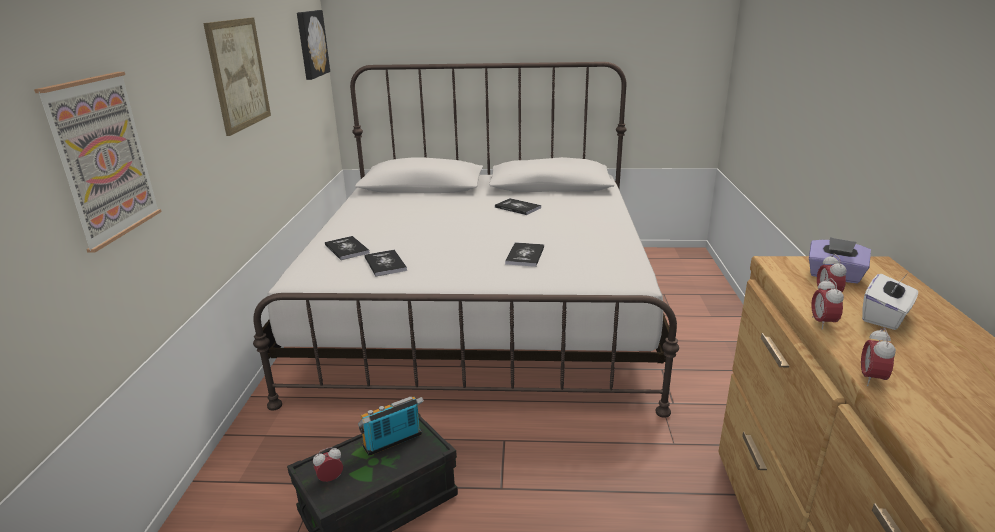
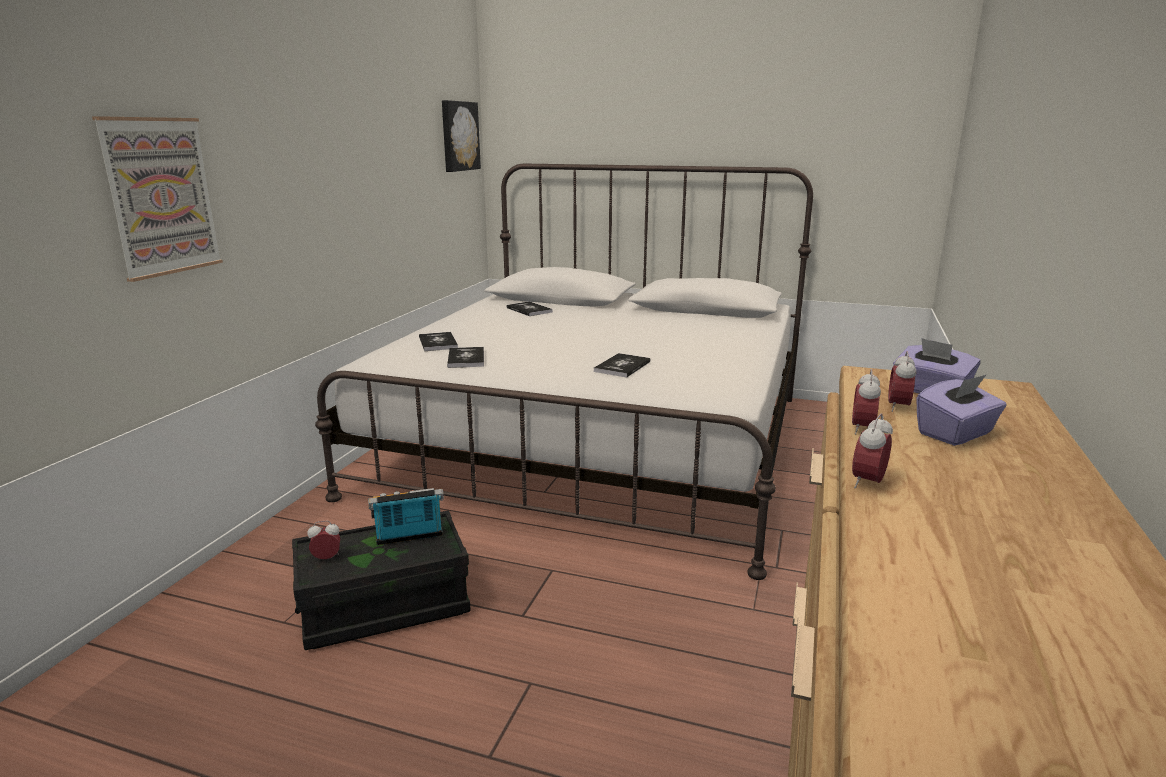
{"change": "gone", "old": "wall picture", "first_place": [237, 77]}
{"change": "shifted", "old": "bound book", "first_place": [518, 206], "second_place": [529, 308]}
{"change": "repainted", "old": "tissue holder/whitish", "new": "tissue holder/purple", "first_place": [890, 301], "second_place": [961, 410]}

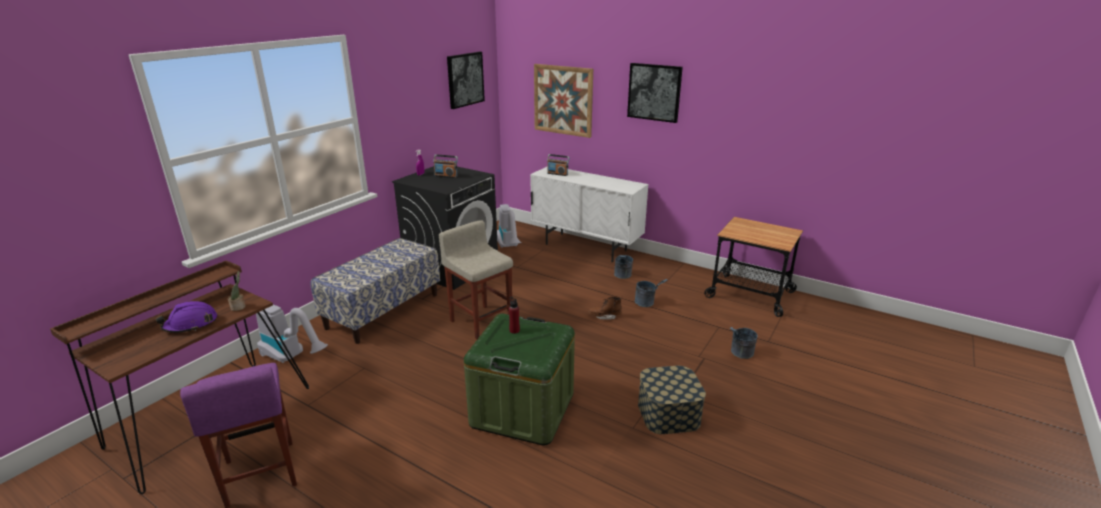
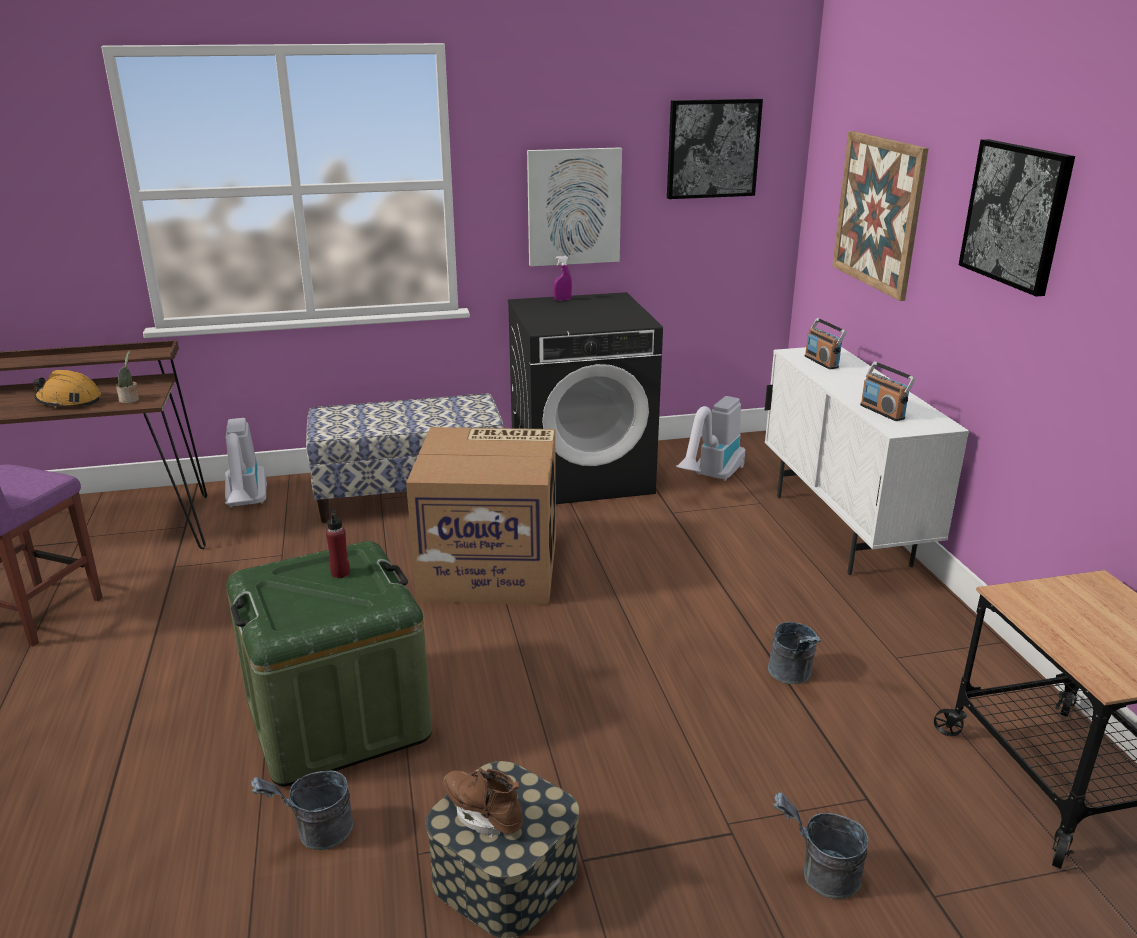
{"change": "new", "new": "wall picture", "second_place": [574, 206]}
{"change": "shifted", "old": "radio receiver", "first_place": [445, 166], "second_place": [888, 391]}
{"change": "shifted", "old": "high-top boot/brown", "first_place": [605, 307], "second_place": [483, 802]}
{"change": "shifted", "old": "pail/greyish", "first_place": [623, 267], "second_place": [302, 810]}
{"change": "swapped", "old": "stool seat/sand-coloured", "new": "cardboard box", "first_place": [476, 279], "second_place": [481, 516]}
{"change": "repainted", "old": "work helmet/purple", "new": "work helmet/orangey", "first_place": [186, 317], "second_place": [67, 389]}

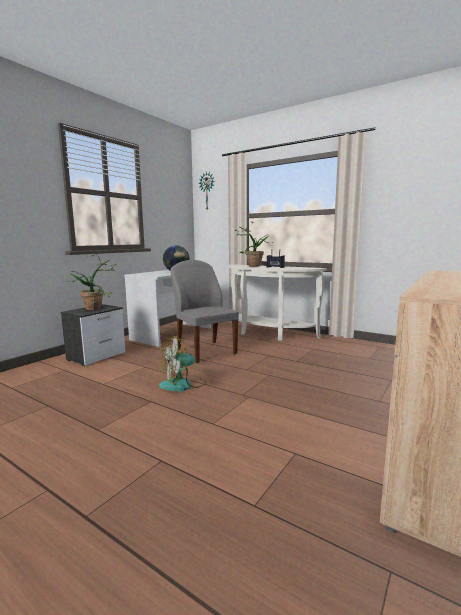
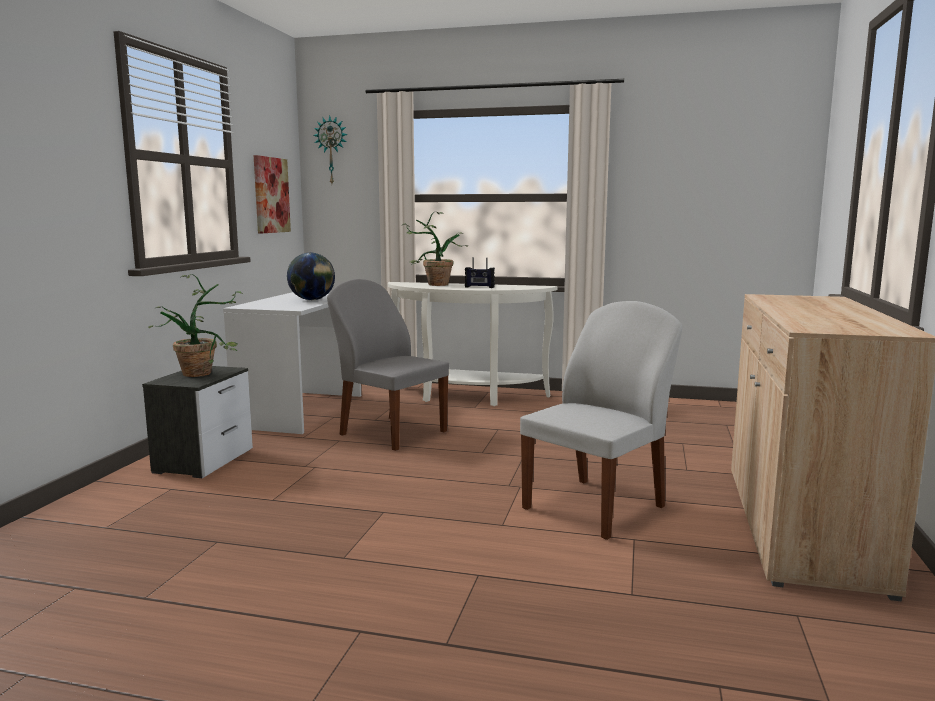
{"change": "gone", "old": "electric fan", "first_place": [182, 363]}
{"change": "new", "new": "wall picture", "second_place": [272, 194]}
{"change": "new", "new": "plain chair/whitish", "second_place": [601, 420]}

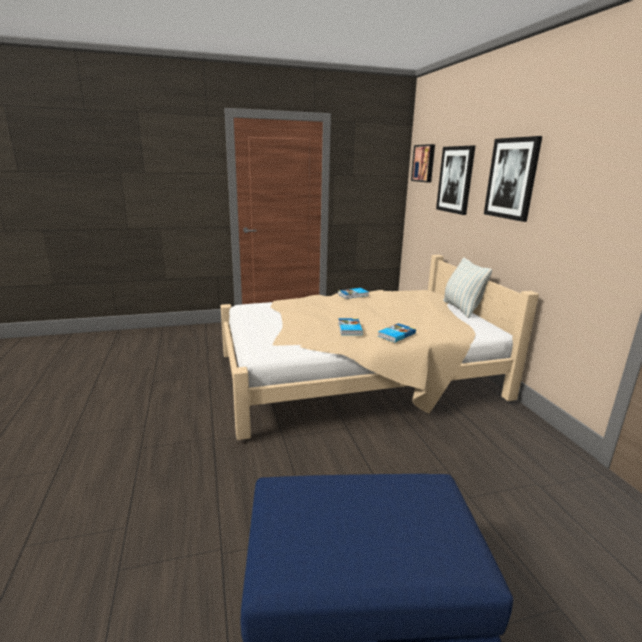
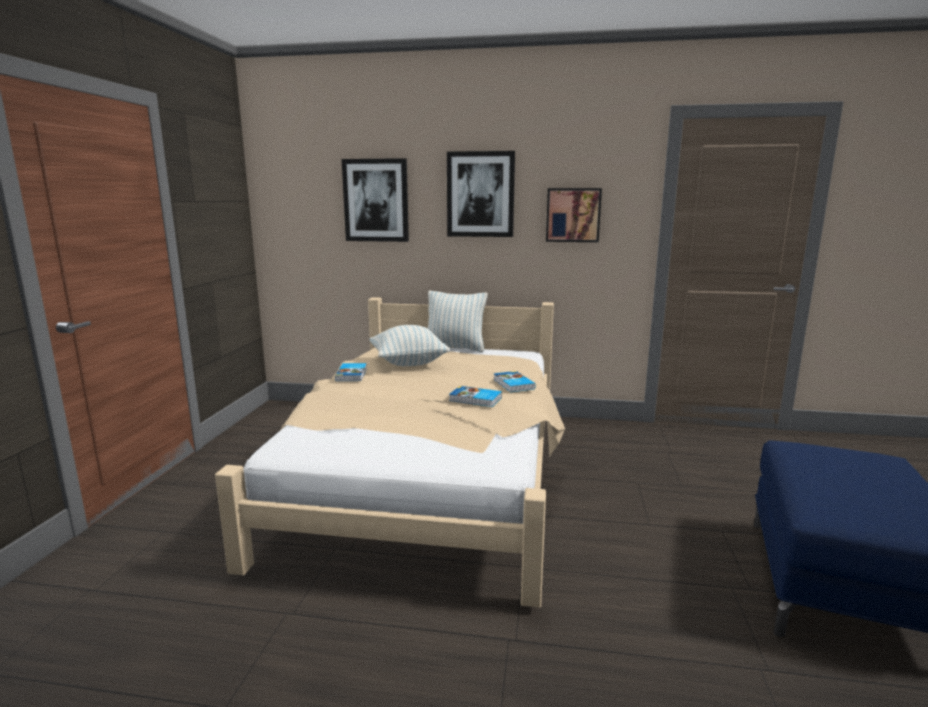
{"change": "new", "new": "pillow", "second_place": [410, 345]}
{"change": "shifted", "old": "wall picture", "first_place": [423, 163], "second_place": [574, 215]}

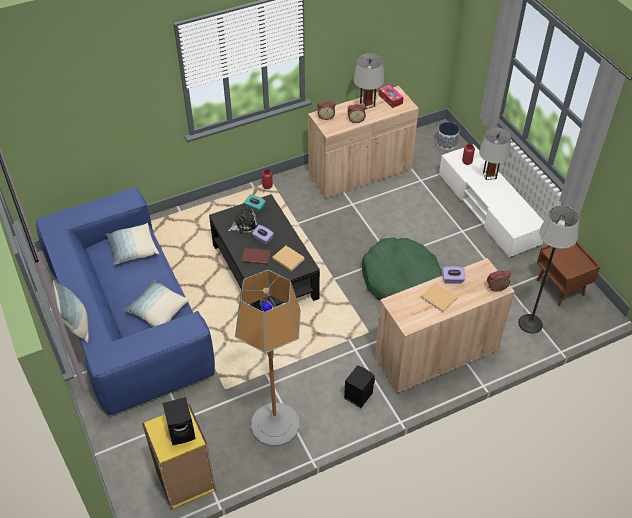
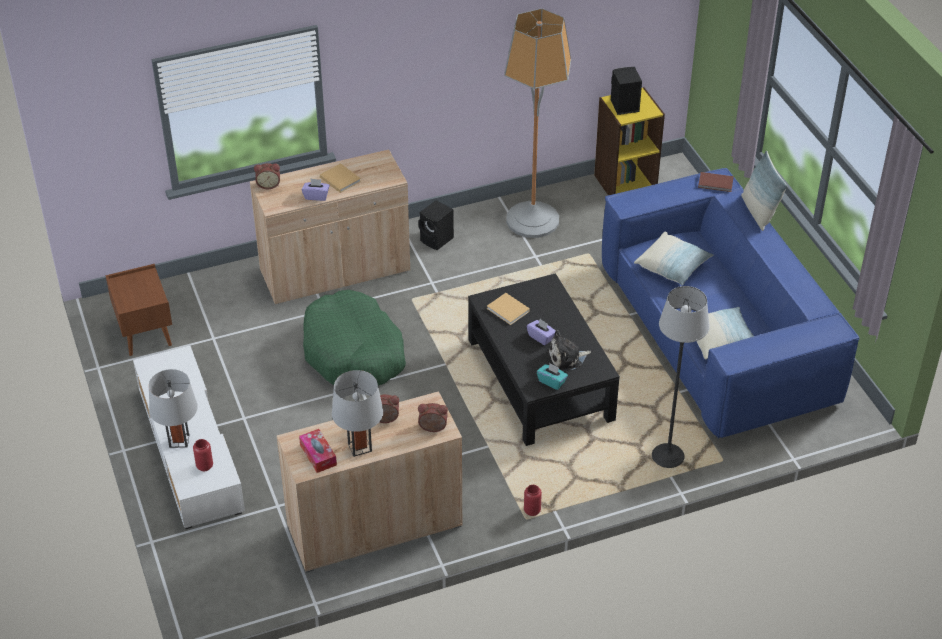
{"change": "gone", "old": "plant pot", "first_place": [448, 136]}
{"change": "shifted", "old": "bound book/brown", "first_place": [256, 256], "second_place": [716, 182]}
{"change": "shifted", "old": "floor lamp", "first_place": [548, 270], "second_place": [680, 377]}

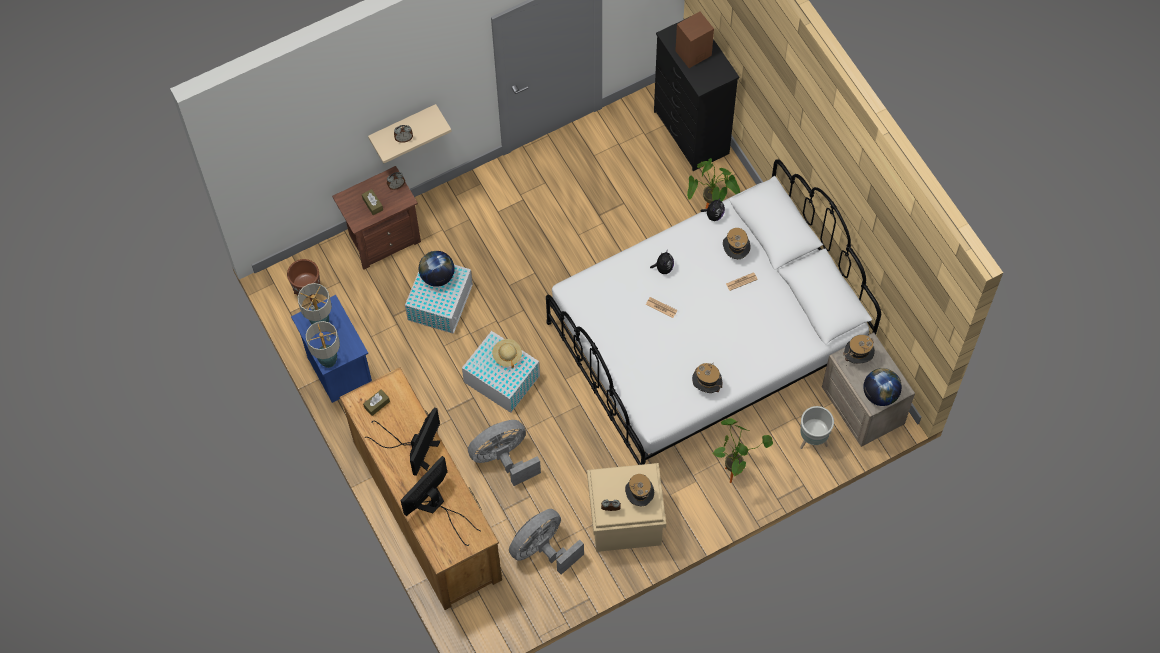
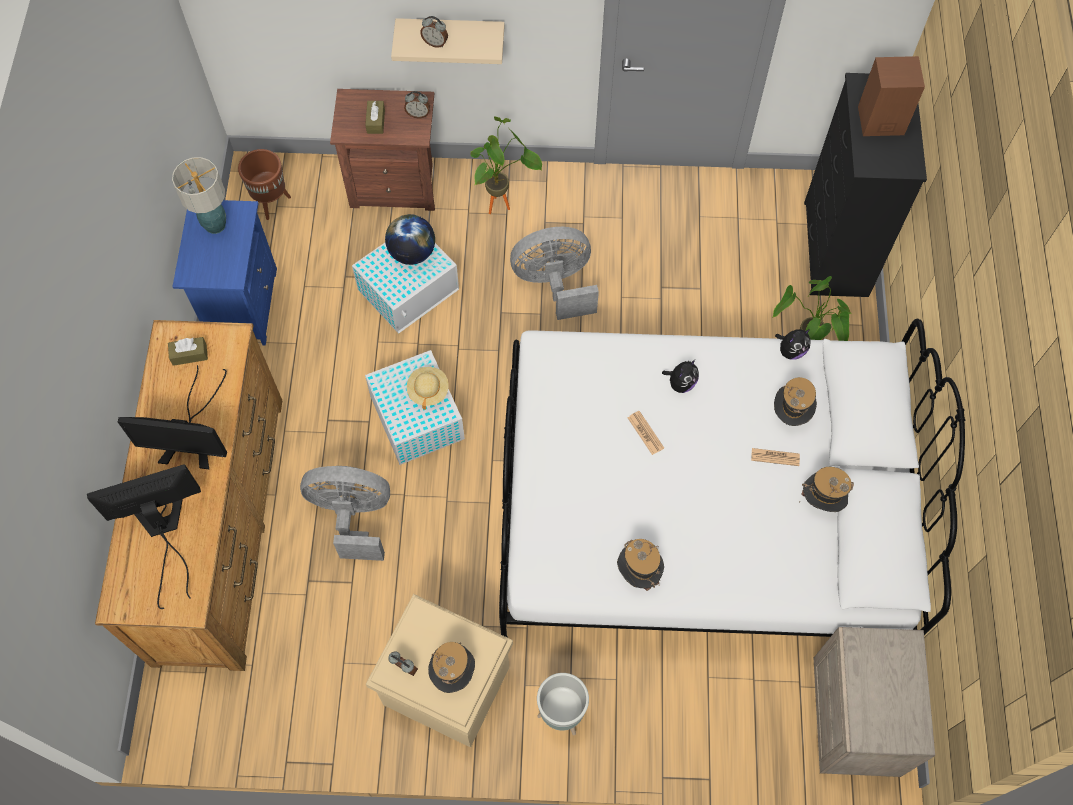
{"change": "gone", "old": "lamp for a table", "first_place": [323, 344]}
{"change": "gone", "old": "desk globe", "first_place": [882, 387]}
{"change": "shifted", "old": "electric fan/greyish", "first_place": [546, 542], "second_place": [554, 273]}
{"change": "shifted", "old": "plant in a pot", "first_place": [743, 450], "second_place": [506, 165]}
{"change": "shifted", "old": "plant pot/greyish", "first_place": [817, 427], "second_place": [563, 704]}
{"change": "shifted", "old": "clothing hat", "first_place": [859, 349], "second_place": [826, 489]}
{"change": "rotated", "old": "computer display", "first_place": [402, 441], "second_place": [172, 417], "degrees": 45}

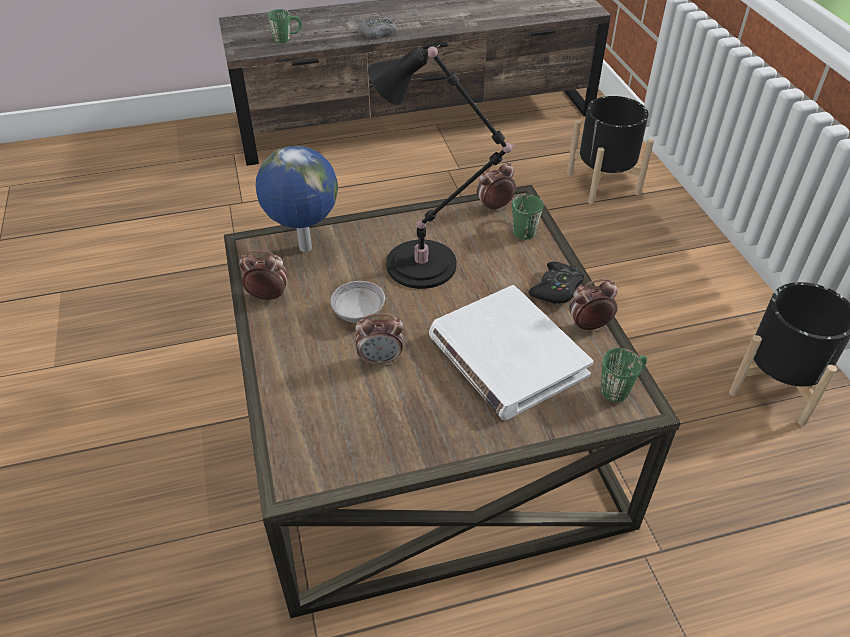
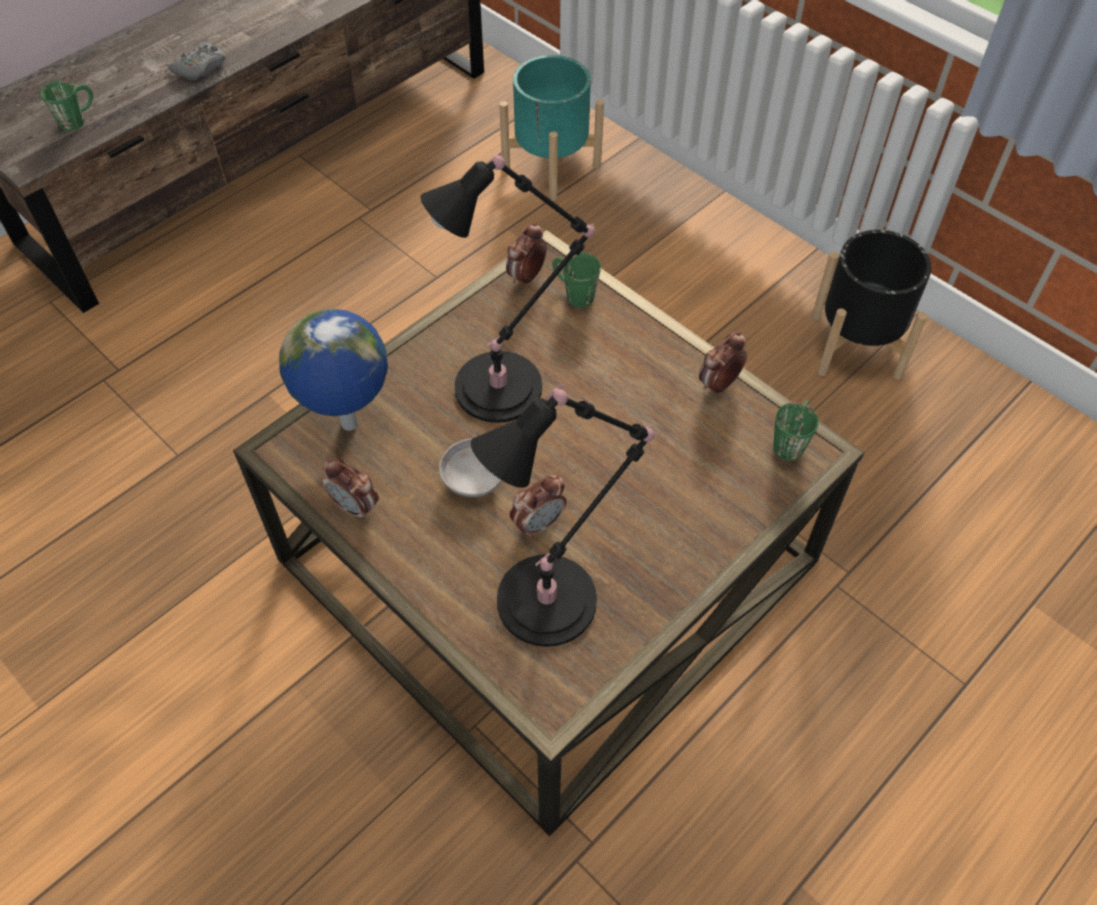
{"change": "gone", "old": "bound book/whitish", "first_place": [511, 352]}
{"change": "gone", "old": "game controller/blackish", "first_place": [556, 283]}
{"change": "new", "new": "lamp for a table/blackish", "second_place": [563, 515]}
{"change": "repainted", "old": "plant pot/blackish", "new": "plant pot/blue-green", "first_place": [610, 150], "second_place": [551, 128]}
{"change": "rotated", "old": "table clock", "first_place": [263, 275], "second_place": [350, 489], "degrees": -120}

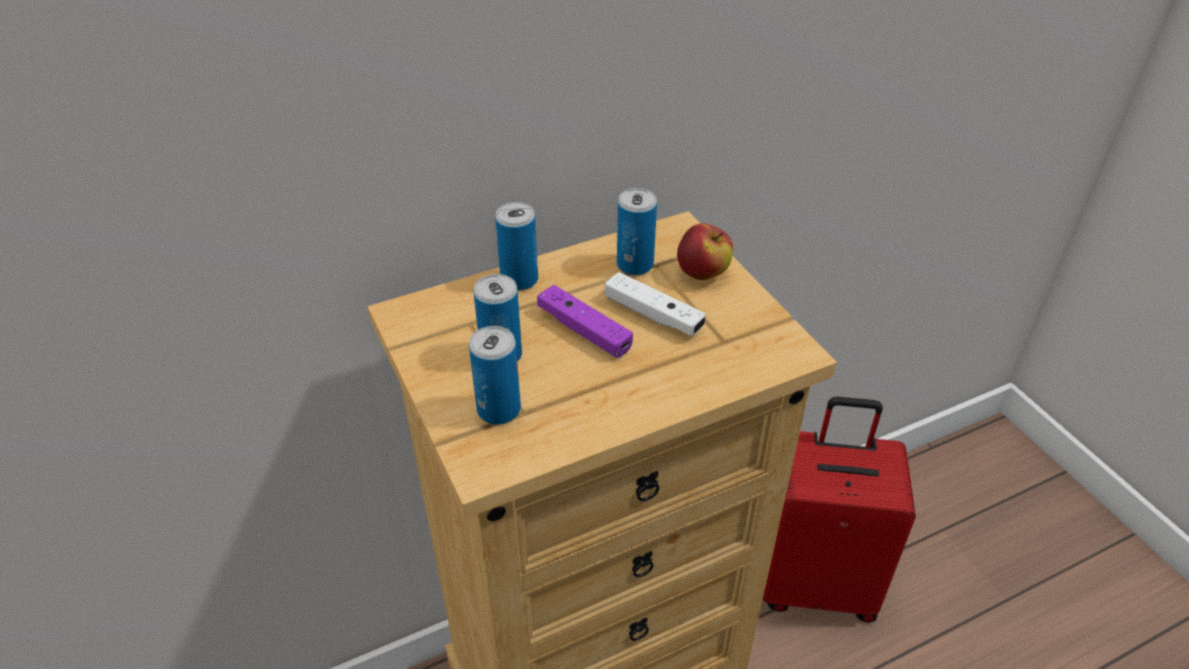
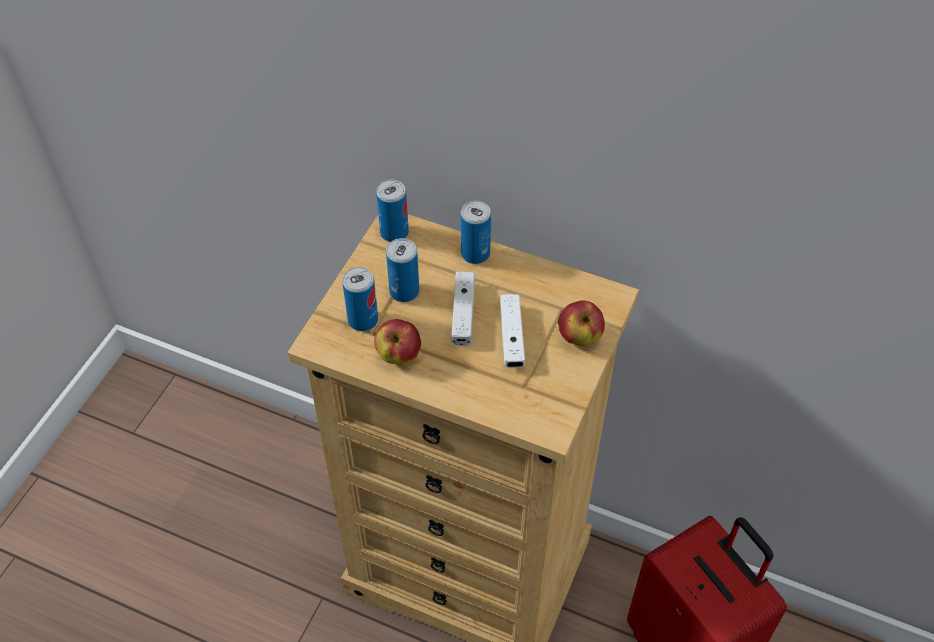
{"change": "new", "new": "apple fruit", "second_place": [397, 342]}
{"change": "shifted", "old": "sealed can", "first_place": [637, 232], "second_place": [392, 211]}
{"change": "repainted", "old": "game controller/purple", "new": "game controller/whitish", "first_place": [585, 321], "second_place": [463, 309]}

